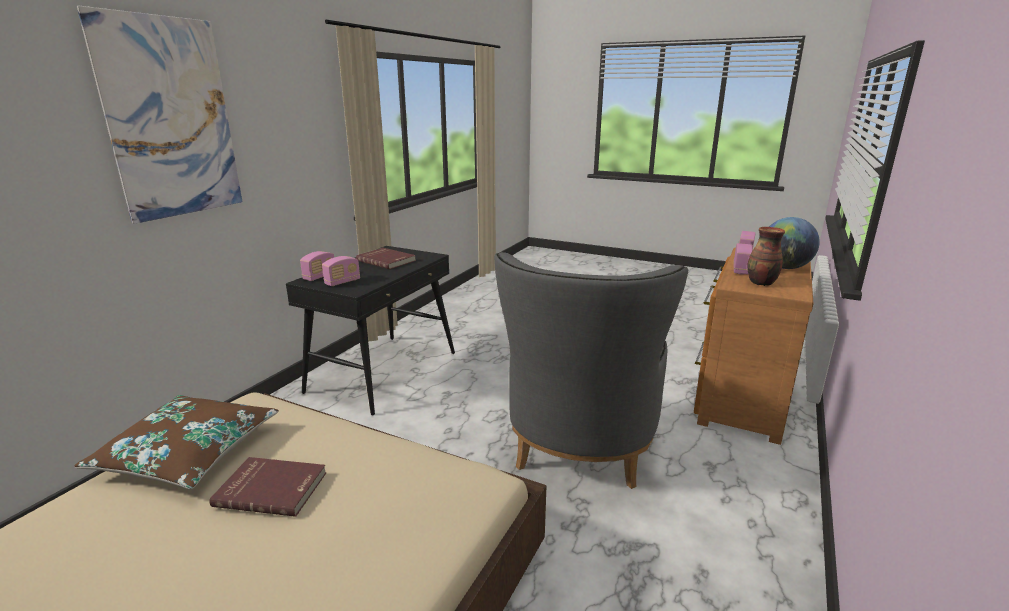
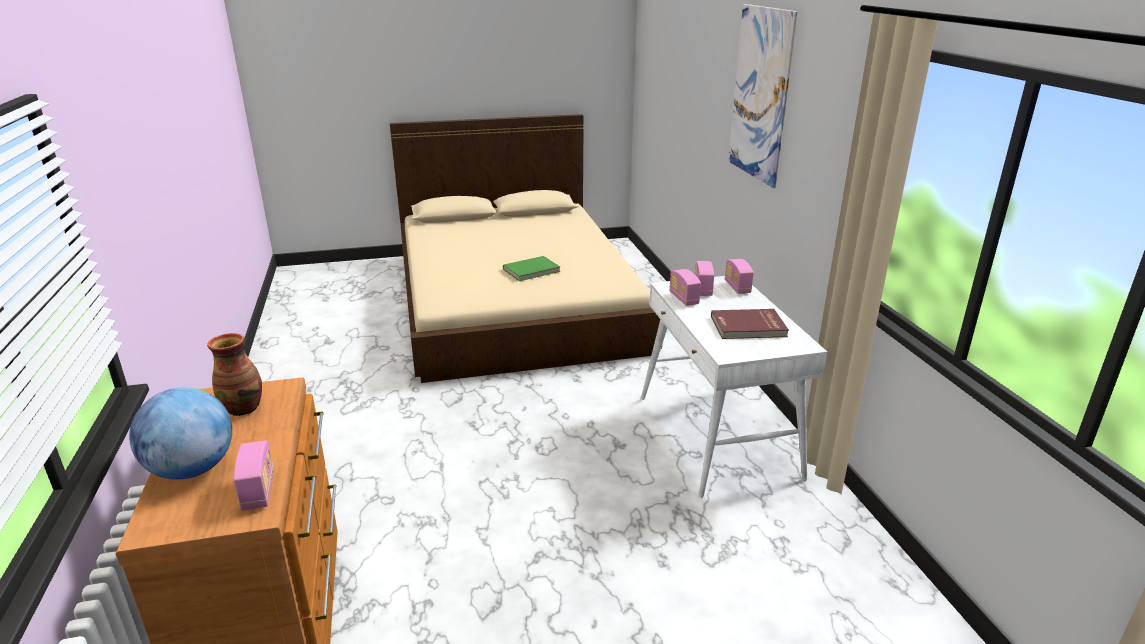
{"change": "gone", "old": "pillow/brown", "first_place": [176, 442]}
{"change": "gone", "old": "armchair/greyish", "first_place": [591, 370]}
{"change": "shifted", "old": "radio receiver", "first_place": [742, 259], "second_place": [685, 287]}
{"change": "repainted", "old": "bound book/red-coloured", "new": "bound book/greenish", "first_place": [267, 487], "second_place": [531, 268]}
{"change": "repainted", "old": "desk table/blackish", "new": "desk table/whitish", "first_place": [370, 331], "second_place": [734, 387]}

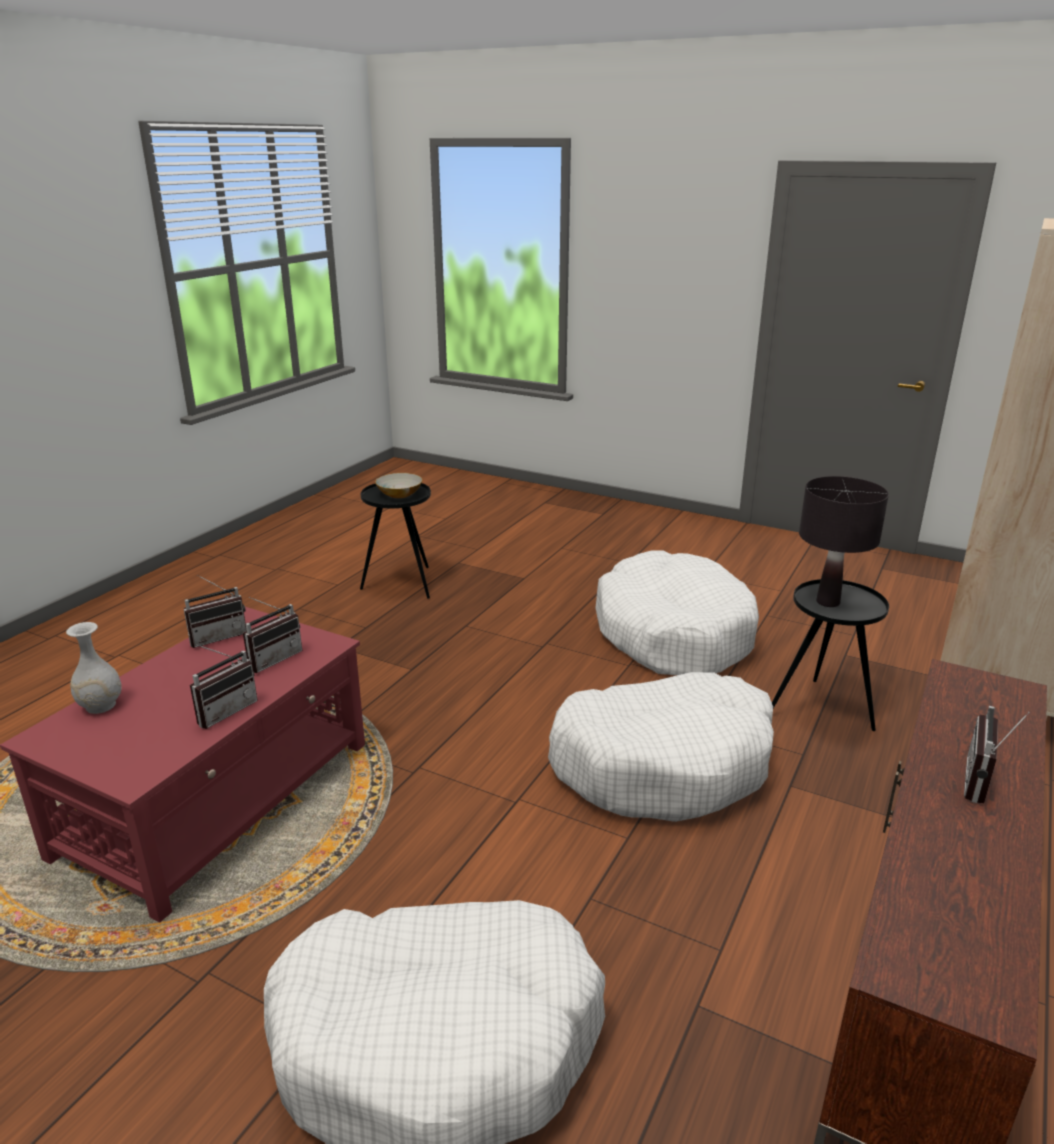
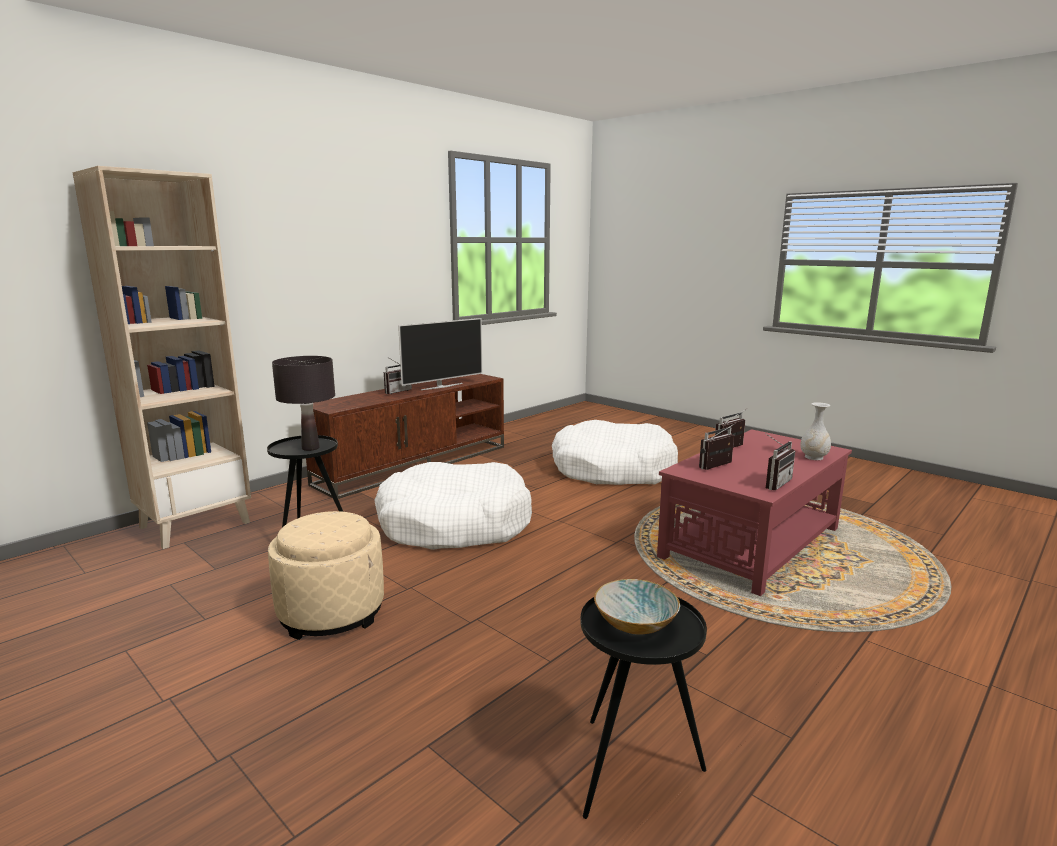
{"change": "new", "new": "TV set", "second_place": [440, 354]}
{"change": "swapped", "old": "dog cushion/whitish", "new": "footrest/sand-coloured", "first_place": [677, 612], "second_place": [326, 575]}
{"change": "rotated", "old": "radio receiver", "first_place": [215, 611], "second_place": [780, 461], "degrees": 150}

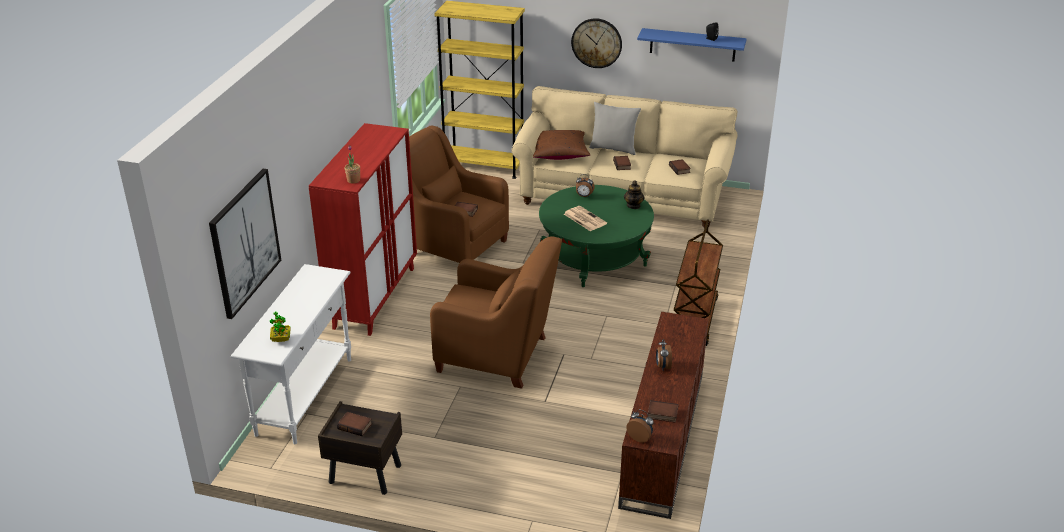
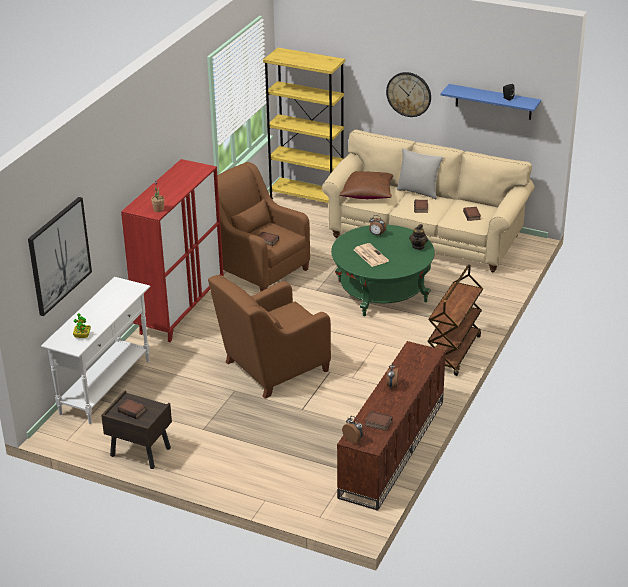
{"change": "rotated", "old": "armchair/brown", "first_place": [496, 312], "second_place": [269, 337], "degrees": 120}

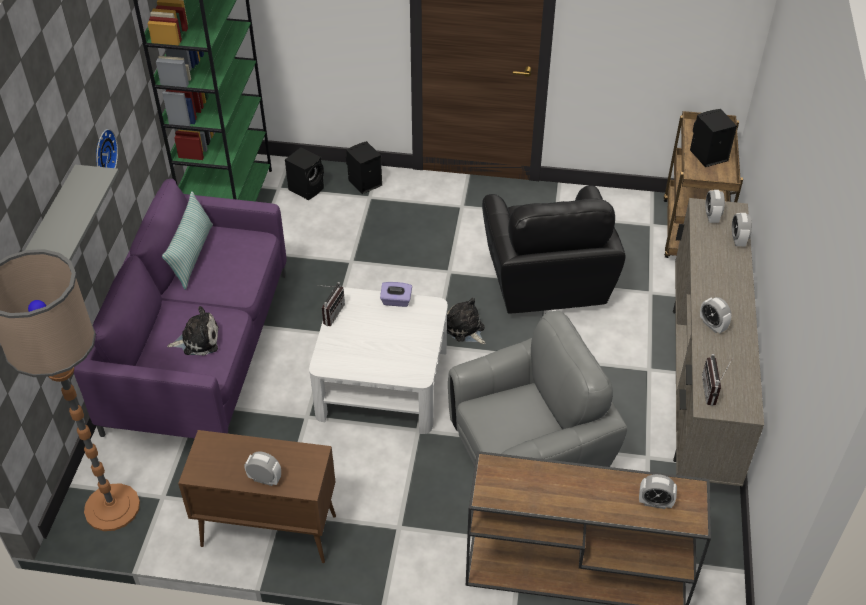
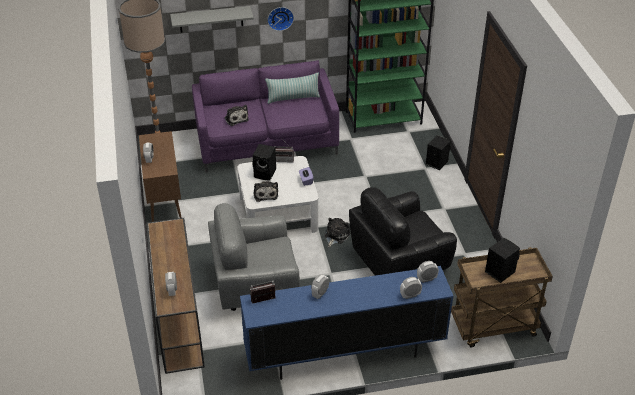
{"change": "new", "new": "soft toy", "second_place": [265, 191]}
{"change": "shifted", "old": "loudspeaker/blackish", "first_place": [304, 174], "second_place": [264, 162]}
{"change": "repainted", "old": "media console/sand-coloured", "new": "media console/blue", "first_place": [718, 342], "second_place": [347, 323]}
{"change": "rotated", "old": "armchair/greyish", "first_place": [537, 389], "second_place": [254, 257], "degrees": 120}

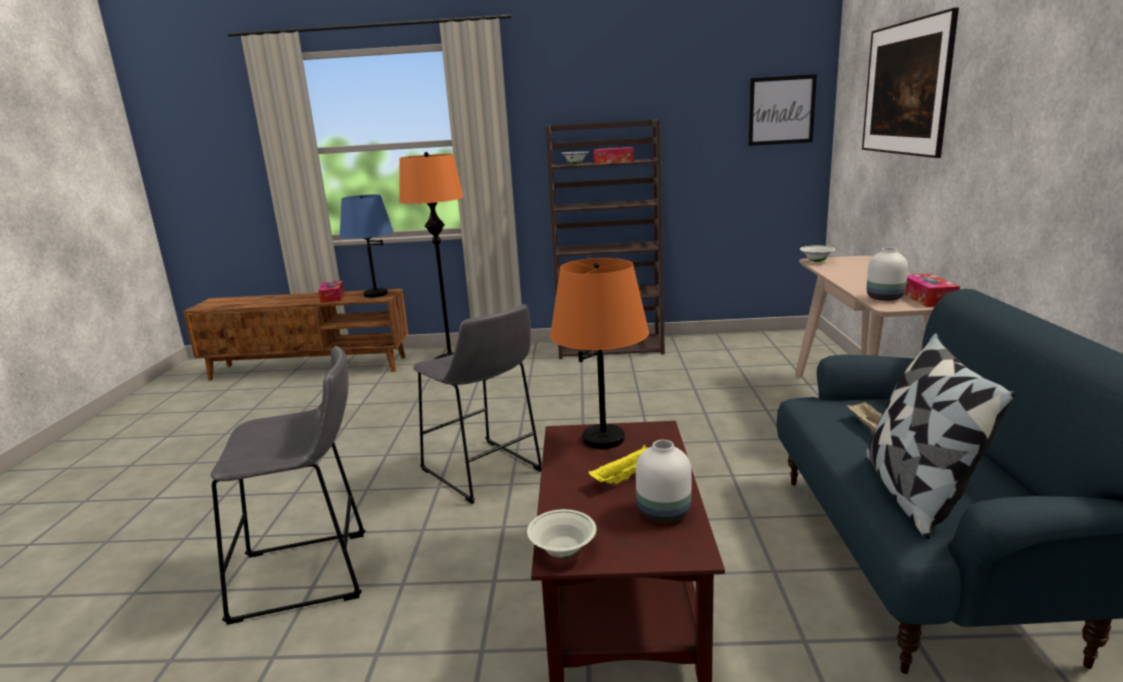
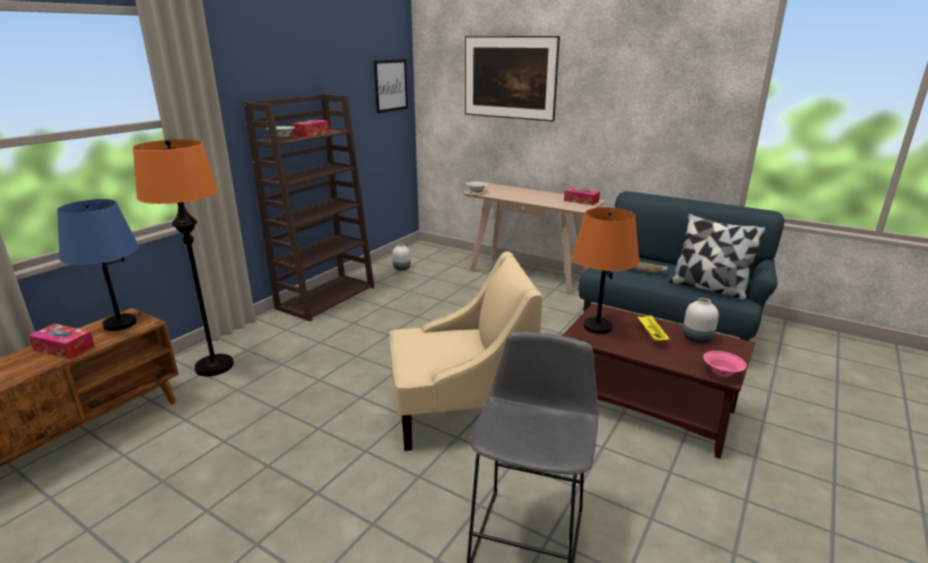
{"change": "shifted", "old": "flower vase/whitish", "first_place": [887, 274], "second_place": [401, 257]}
{"change": "swapped", "old": "stool seat/greyish", "new": "armchair/sand-coloured", "first_place": [477, 404], "second_place": [466, 351]}
{"change": "repainted", "old": "deep dish/whitish", "new": "deep dish/pink-coloured", "first_place": [562, 533], "second_place": [725, 364]}

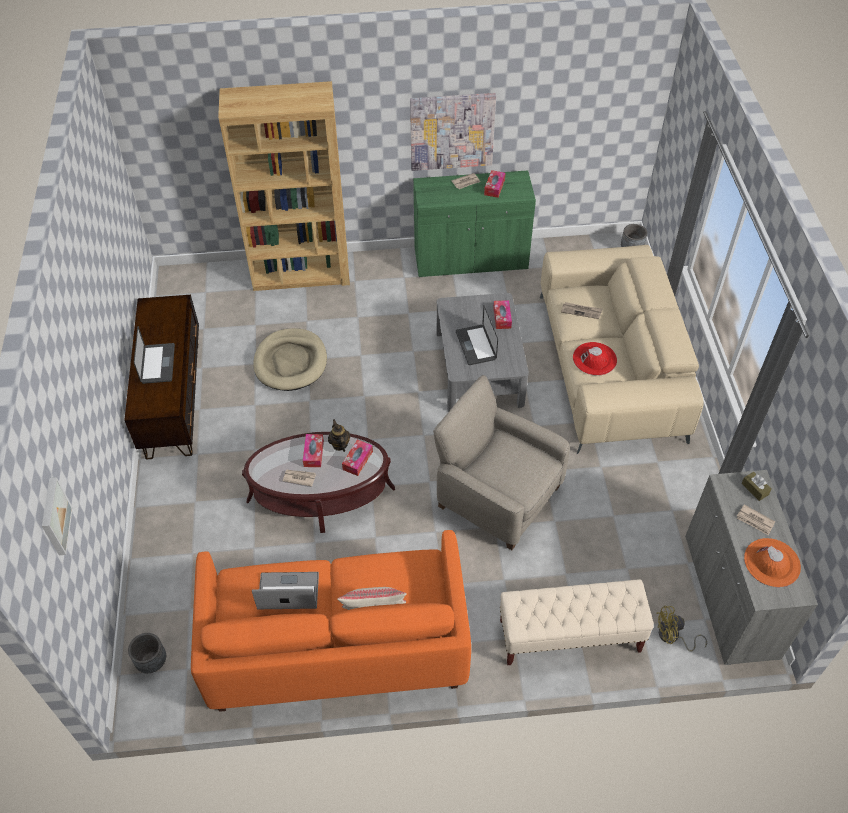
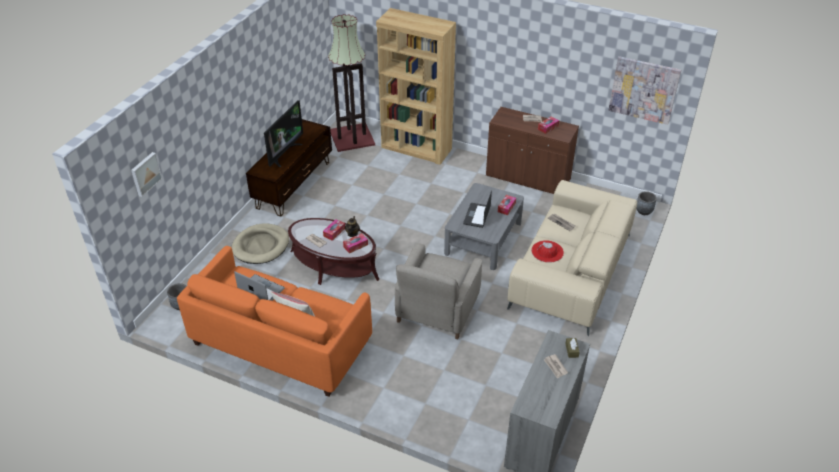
{"change": "gone", "old": "indoor bench/sand-coloured", "first_place": [577, 622]}
{"change": "gone", "old": "electric fan/yellowish", "first_place": [681, 629]}
{"change": "gone", "old": "clothing hat/orangey", "first_place": [772, 562]}
{"change": "new", "new": "floor lamp", "second_place": [351, 83]}
{"change": "shifted", "old": "dog cushion/sand-coloured", "first_place": [290, 359], "second_place": [260, 243]}
{"change": "shifted", "old": "wall picture", "first_place": [453, 132], "second_place": [644, 90]}
{"change": "swapped", "old": "portable computer", "new": "TV set", "first_place": [154, 355], "second_place": [283, 133]}
{"change": "repainted", "old": "cupboard/greenish", "new": "cupboard/brown", "first_place": [474, 223], "second_place": [532, 150]}
{"change": "rotated", "old": "armchair/sand-coloured", "first_place": [501, 462], "second_place": [438, 291], "degrees": -135}

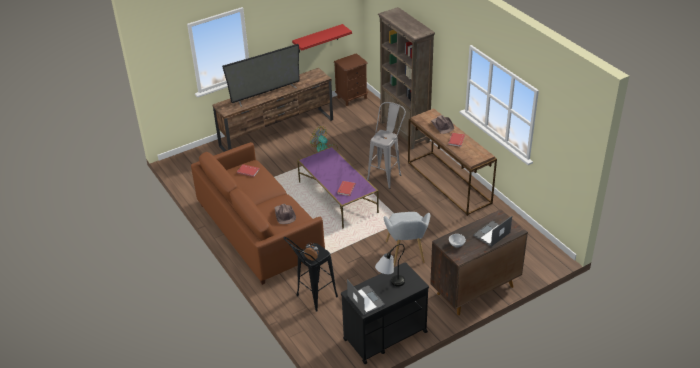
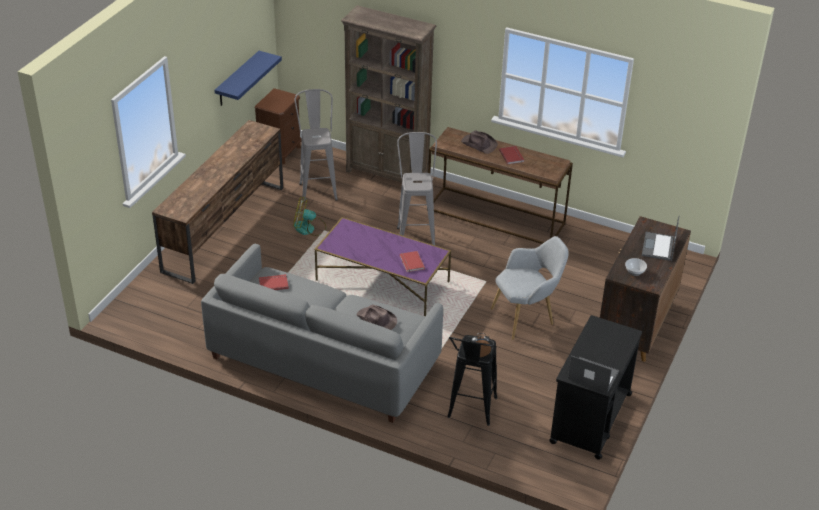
{"change": "gone", "old": "TV set", "first_place": [261, 75]}
{"change": "gone", "old": "lamp for a table", "first_place": [390, 265]}
{"change": "new", "new": "stool seat/greyish", "second_place": [316, 146]}
{"change": "repainted", "old": "couch/brown", "new": "couch/greyish", "first_place": [258, 213], "second_place": [322, 333]}
{"change": "repainted", "old": "wall shelf/red-coloured", "new": "wall shelf/blue", "first_place": [322, 38], "second_place": [248, 78]}
{"change": "rotated", "old": "armchair/greyish", "first_place": [407, 238], "second_place": [530, 288], "degrees": -75}

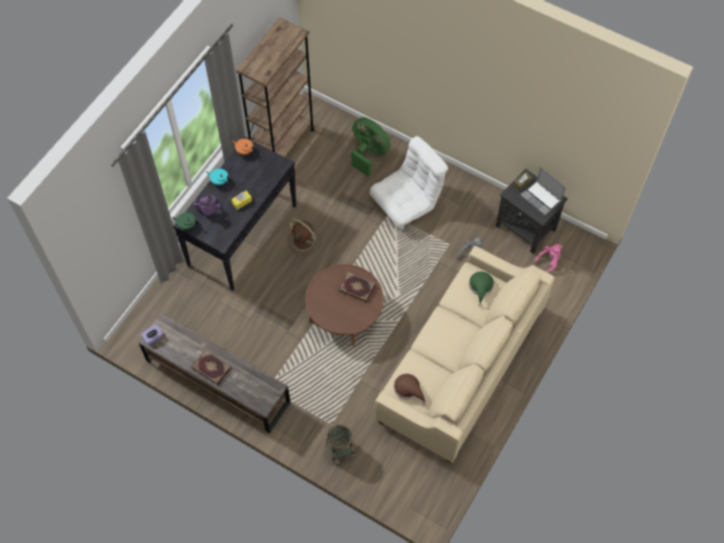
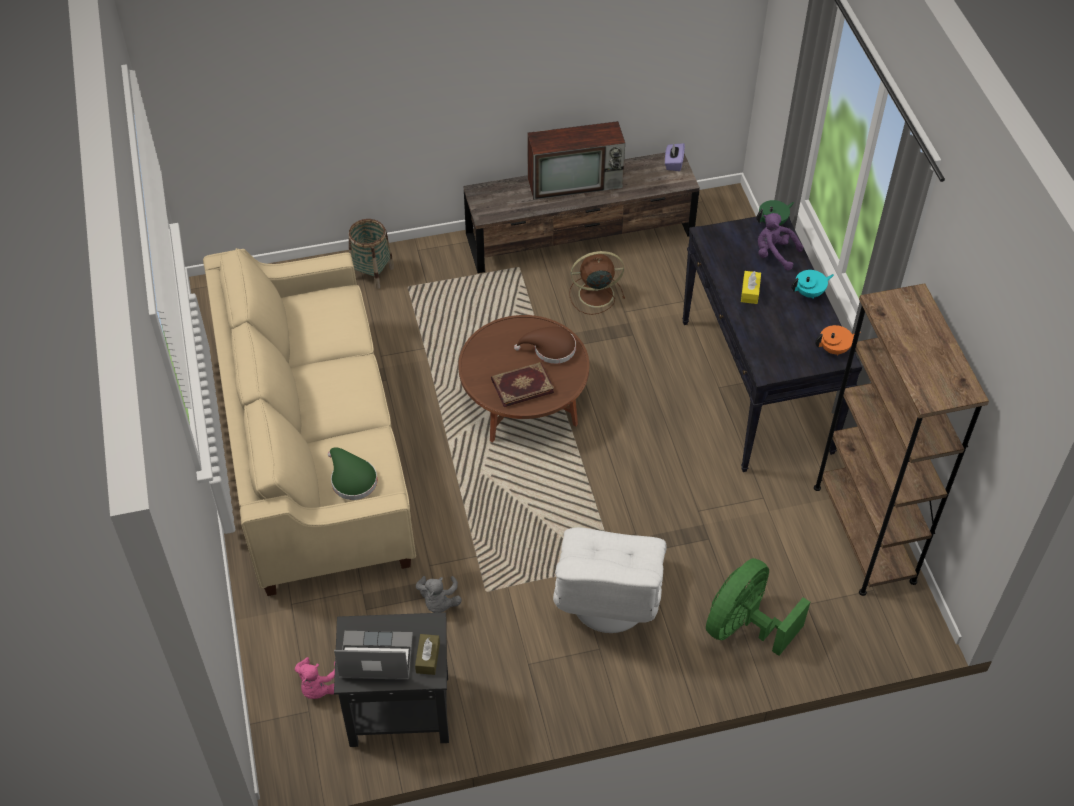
{"change": "shifted", "old": "electric fan/brown", "first_place": [304, 237], "second_place": [597, 283]}
{"change": "shifted", "old": "clothing hat/brown", "first_place": [410, 389], "second_place": [545, 345]}
{"change": "swapped", "old": "bound book", "new": "TV set", "first_place": [212, 367], "second_place": [576, 160]}
{"change": "rotated", "old": "electric fan/greenish", "first_place": [370, 147], "second_place": [758, 607], "degrees": 135}

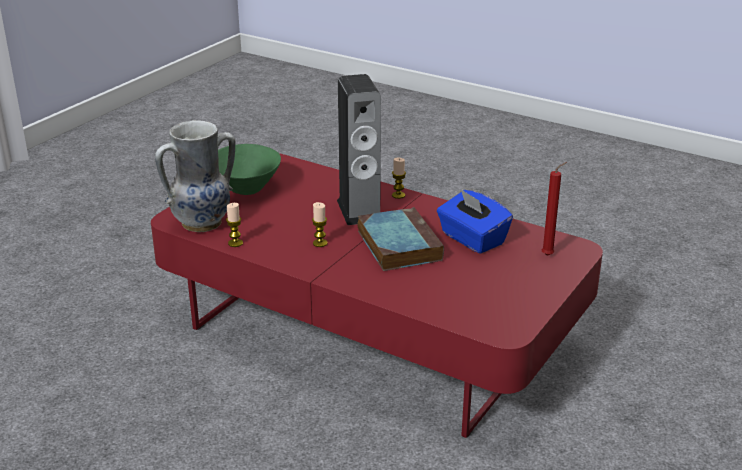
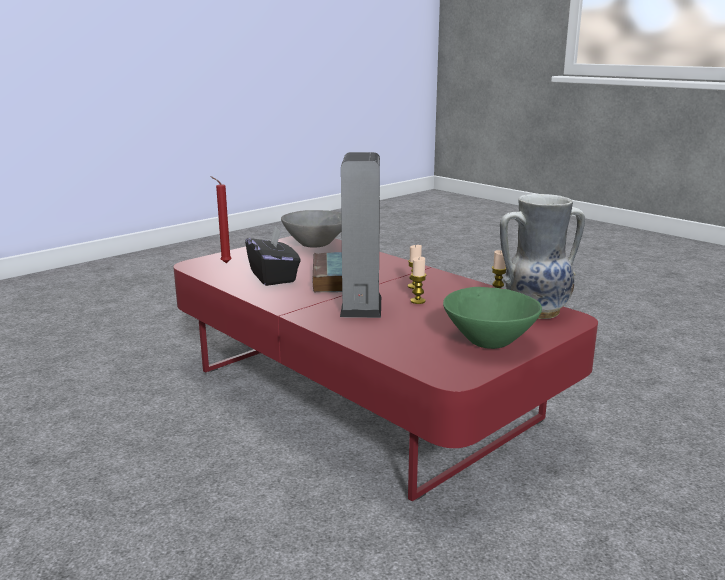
{"change": "new", "new": "deep dish/greyish", "second_place": [311, 229]}
{"change": "shifted", "old": "wax candle", "first_place": [399, 178], "second_place": [418, 280]}
{"change": "repainted", "old": "tissue holder/blue", "new": "tissue holder/blackish", "first_place": [475, 221], "second_place": [273, 256]}

